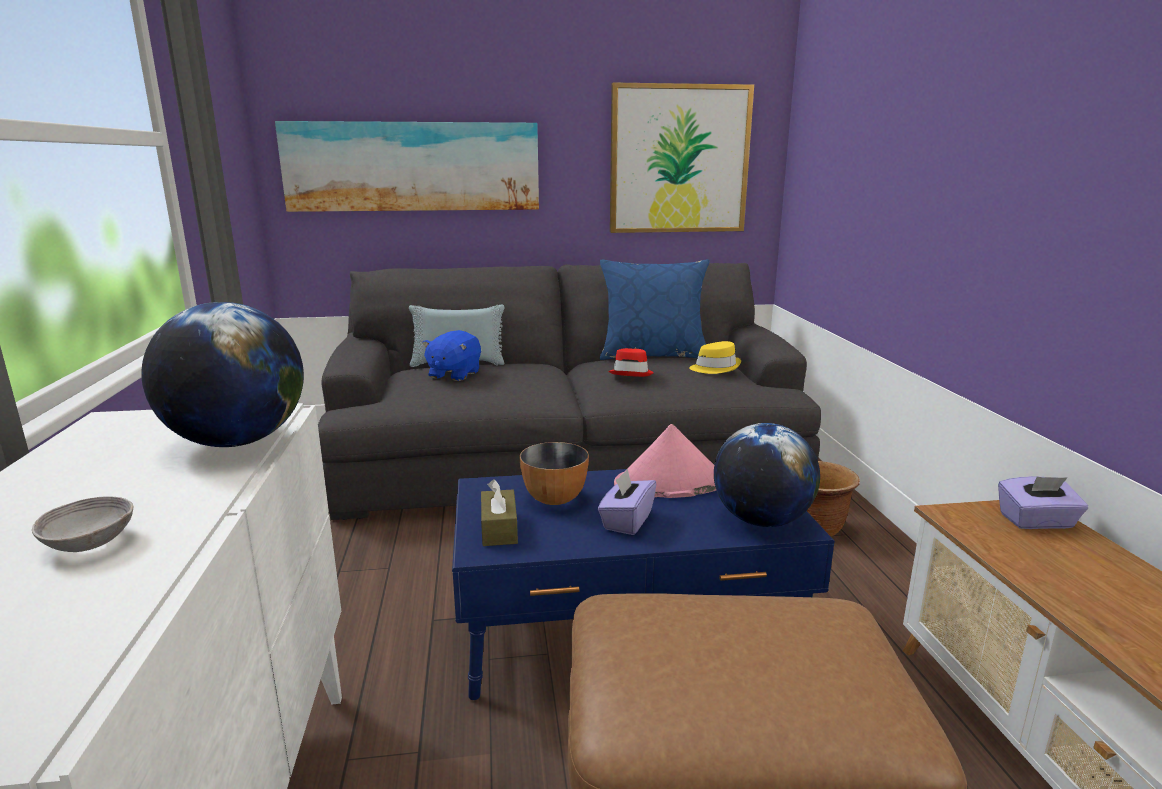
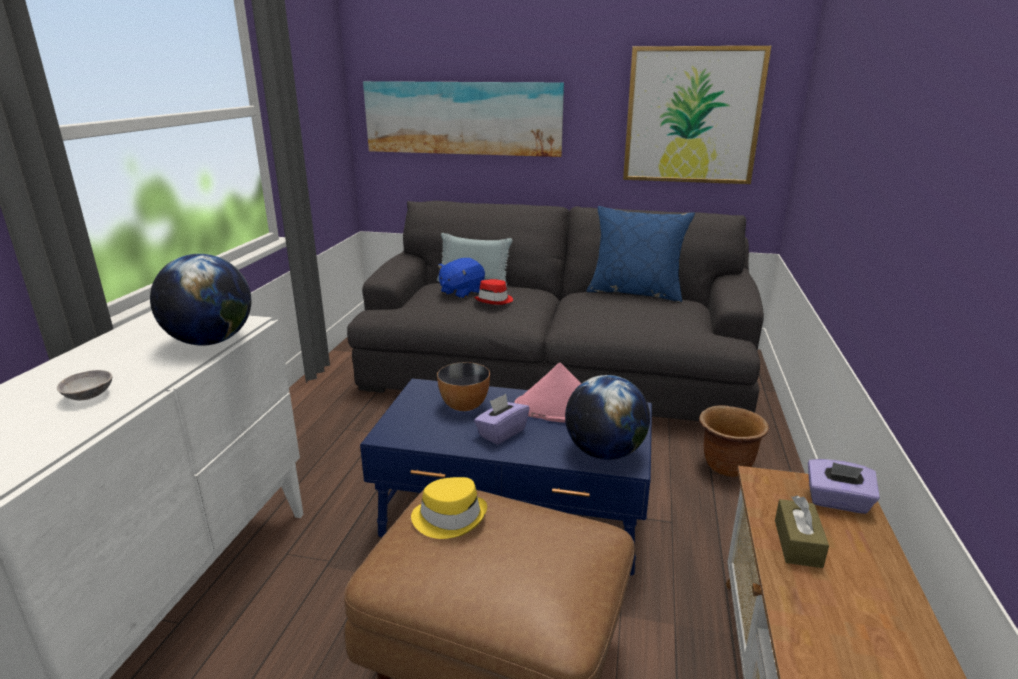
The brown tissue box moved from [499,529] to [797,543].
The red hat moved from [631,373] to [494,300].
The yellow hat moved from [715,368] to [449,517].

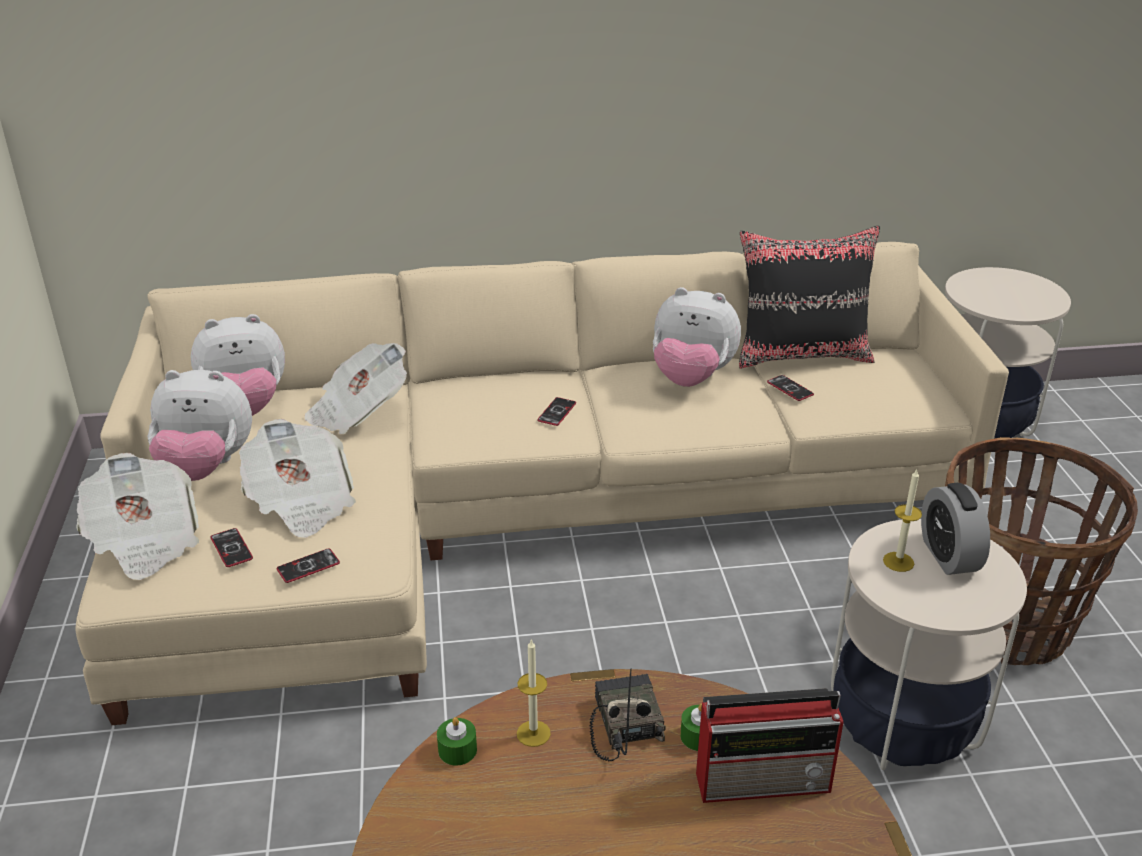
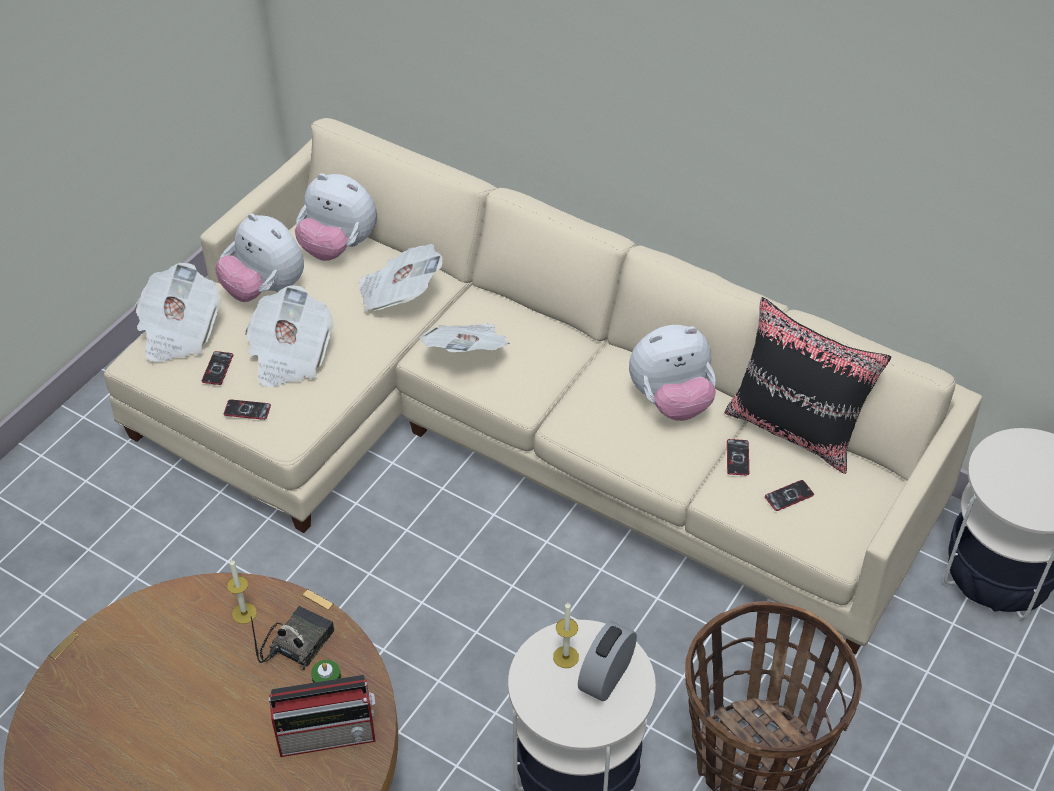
The green candle at [457,750] disappeared.
The phone moved from [557,412] to [789,496].
The plush toy at [691,378] turned 75 degrees counterclockwise.
The radio at [765,780] turned 45 degrees counterclockwise.
The newspaper at [467,354] appeared.

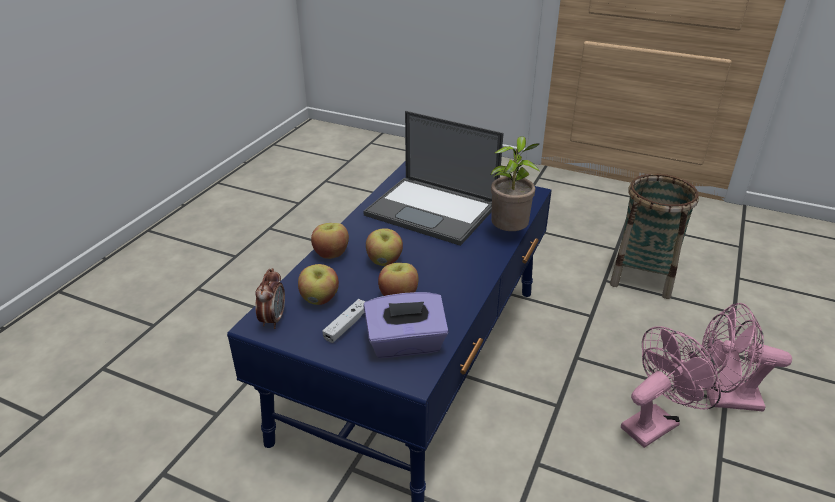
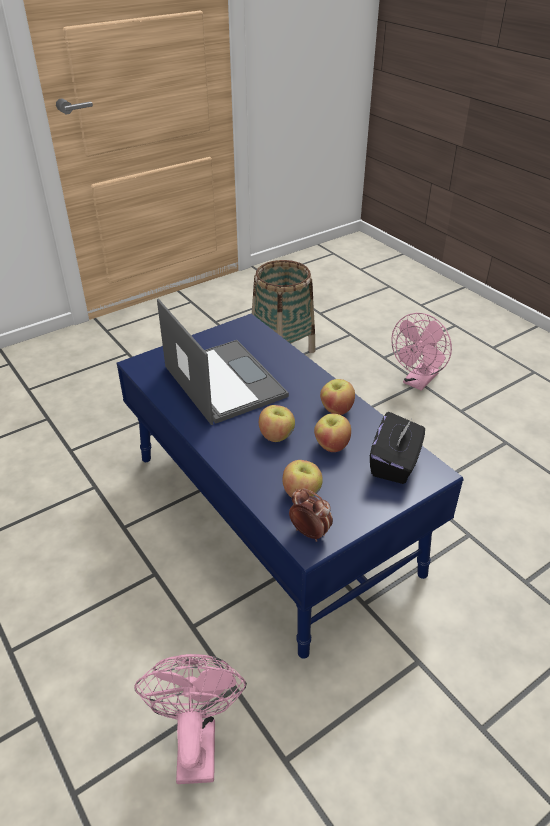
The apple moved from [331,253] to [336,409].
The white game controller at [347,325] disappeared.
The laptop at [433,210] turned 90 degrees counterclockwise.
The purple tissue box at [406,344] became the black tissue box at [395,463].
The potted plant at [509,233] disappeared.
The pink fan moved from [655,422] to [195,740].

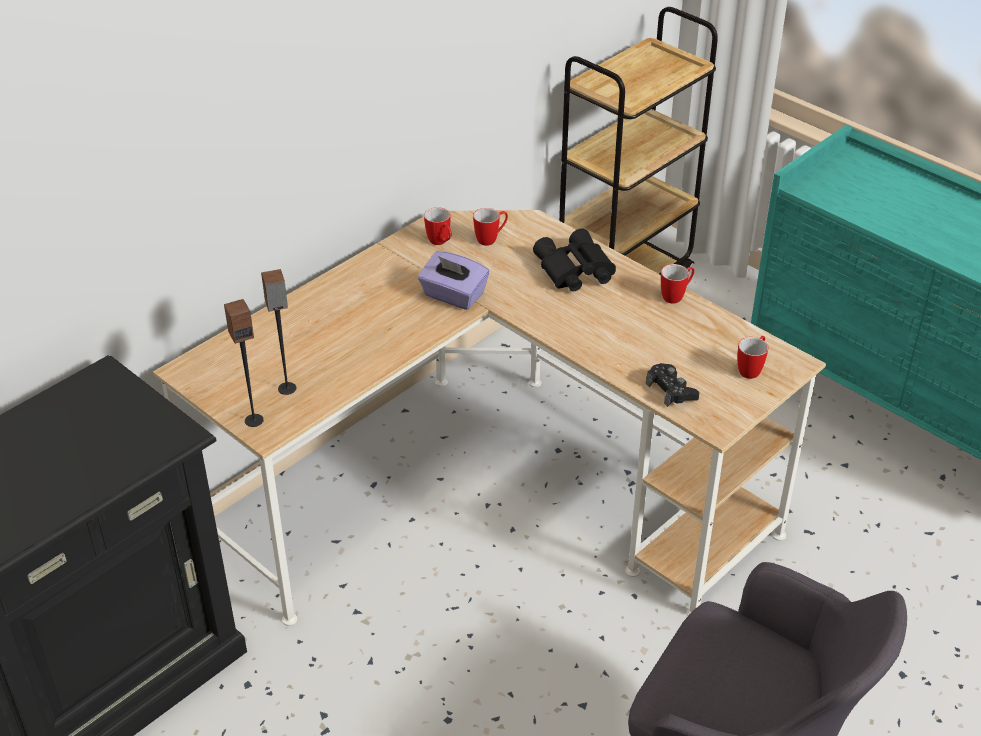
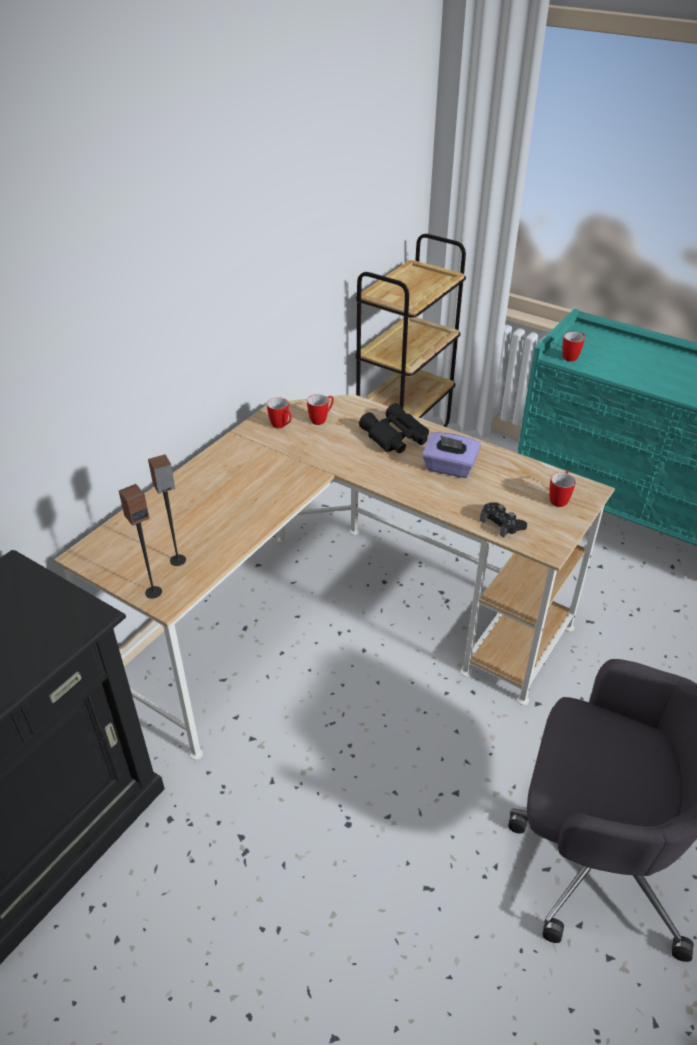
The purple tissue box moved from [453,296] to [449,468].
The mug moved from [676,296] to [572,356].

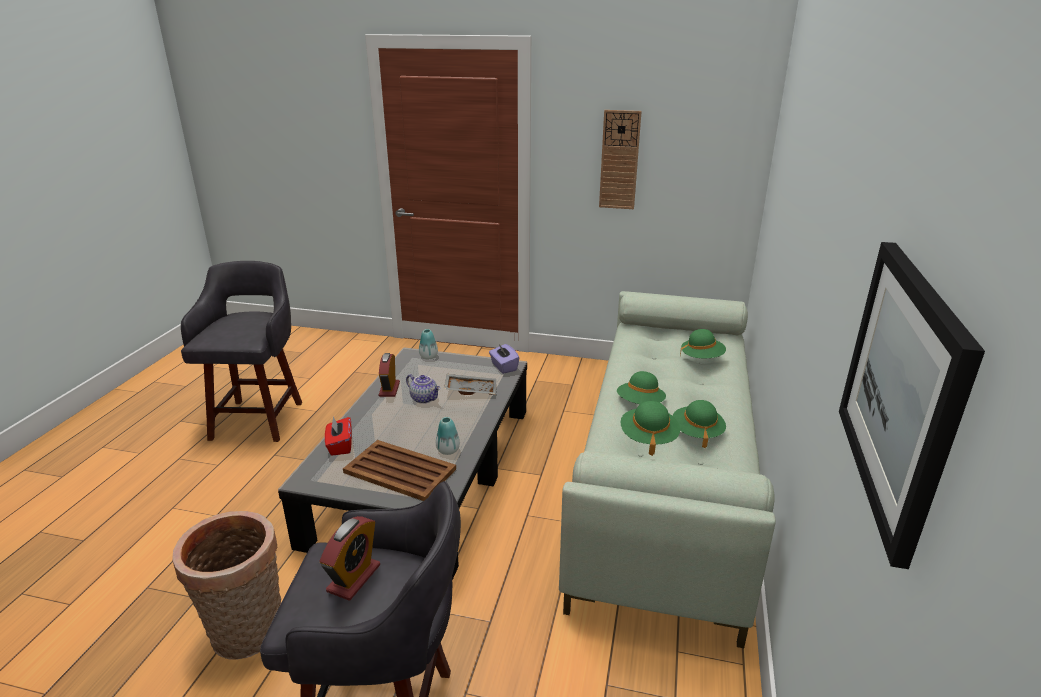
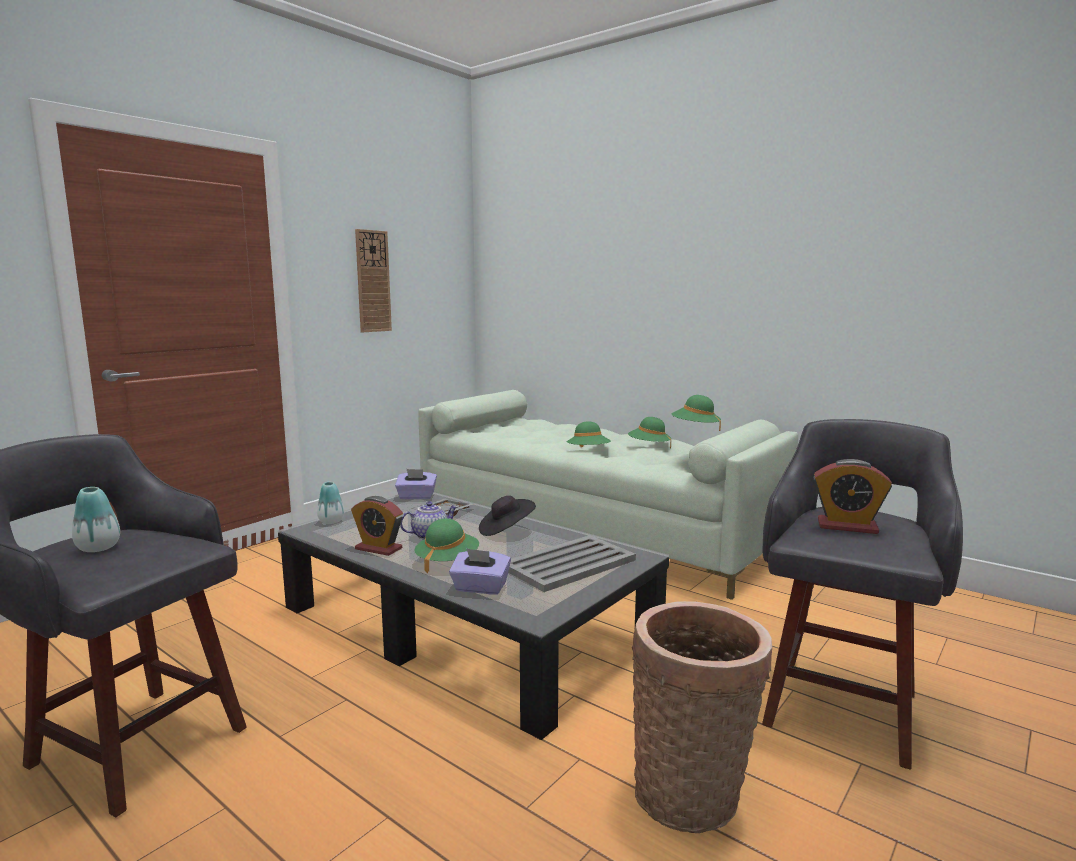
The alarm clock at [354,578] turned 150 degrees clockwise.
The red tissue box at [340,446] became the purple tissue box at [480,588].
The brown tray at [400,471] became the grey tray at [570,564].
The vase moved from [448,450] to [98,548].
The green hat moved from [702,358] to [447,561].
The picture at [901,389] disappeared.
The black hat at [506,530] appeared.

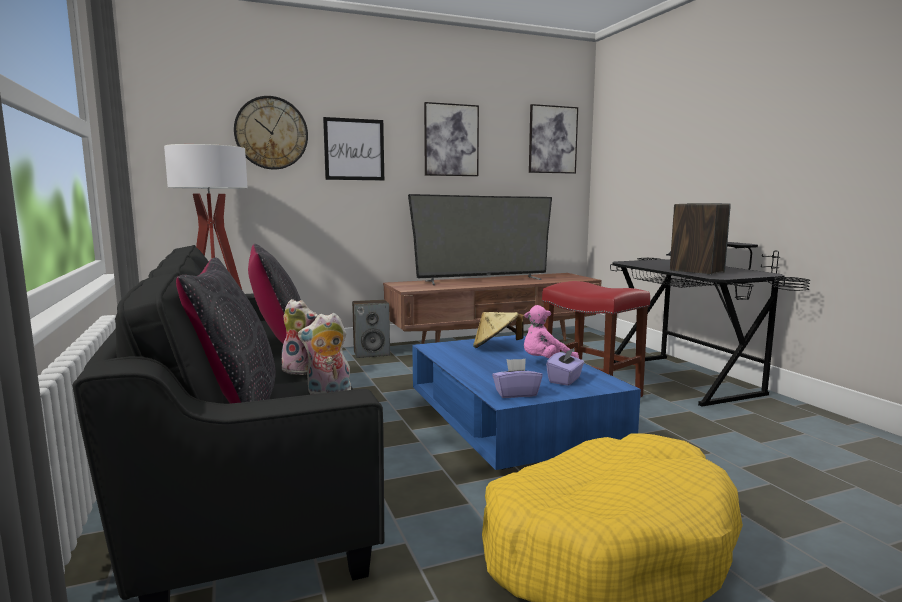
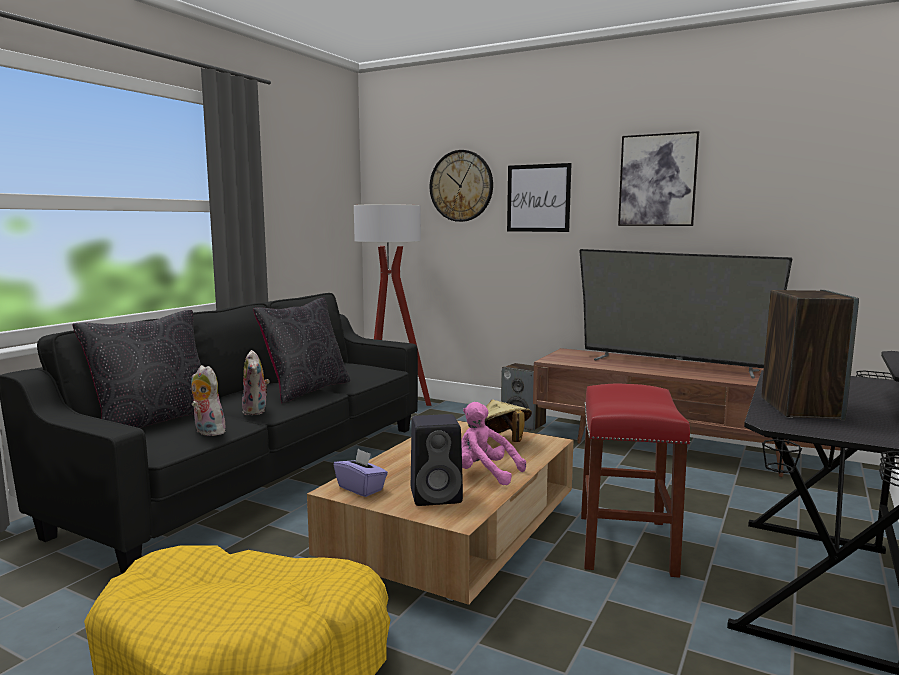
The blue coffee table at [510,425] became the brown coffee table at [454,534].
The picture at [552,139] disappeared.
The purple tissue box at [565,380] was replaced by the black speaker at [438,496].

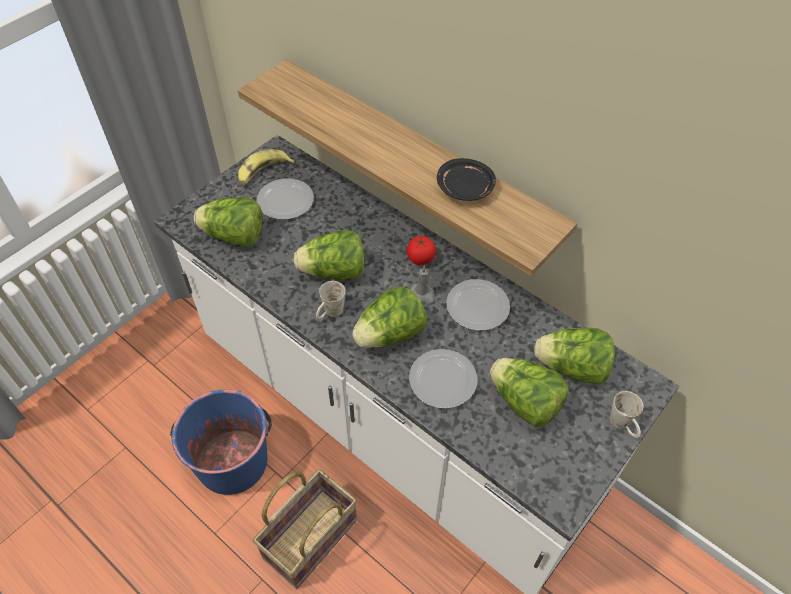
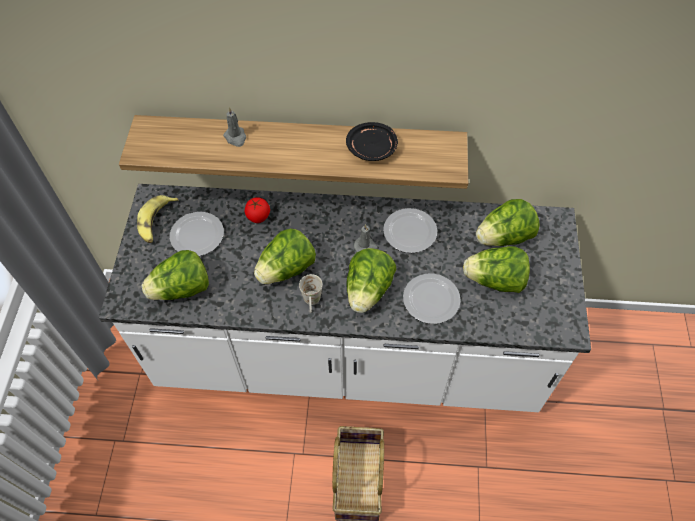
The blue bucket at [232,461] disappeared.
The tomato moved from [420,258] to [258,216].
The white mug at [623,426] disappeared.
The grey candle at [236,137] appeared.

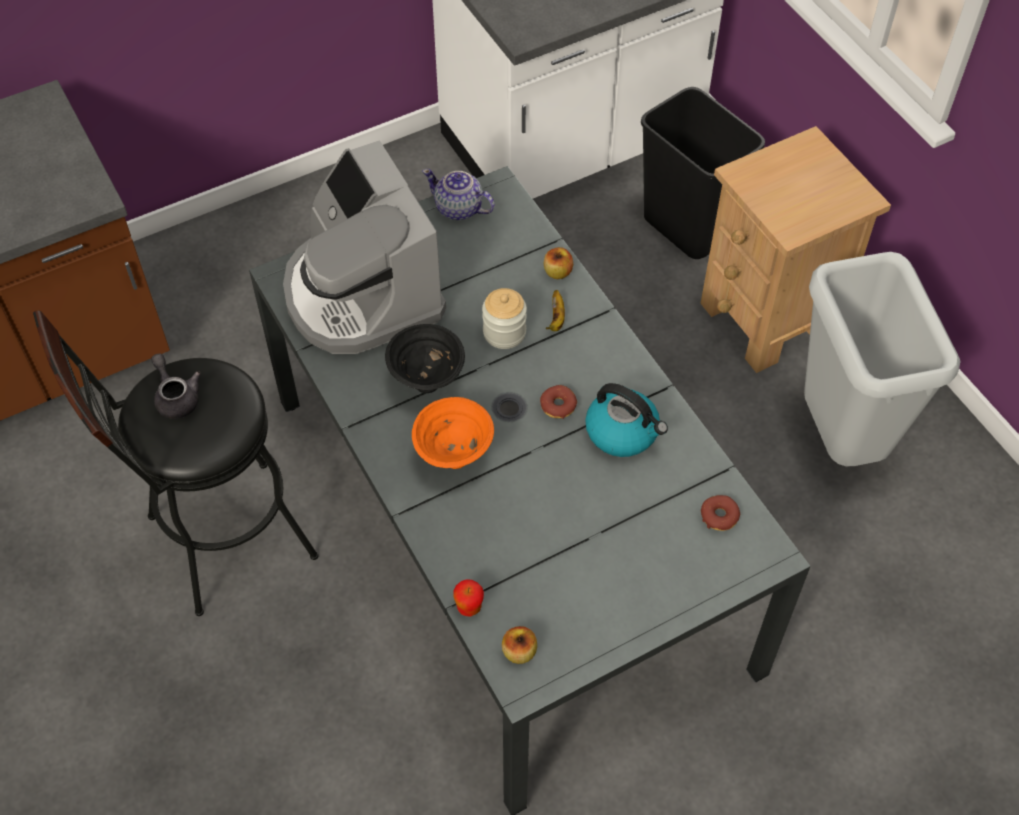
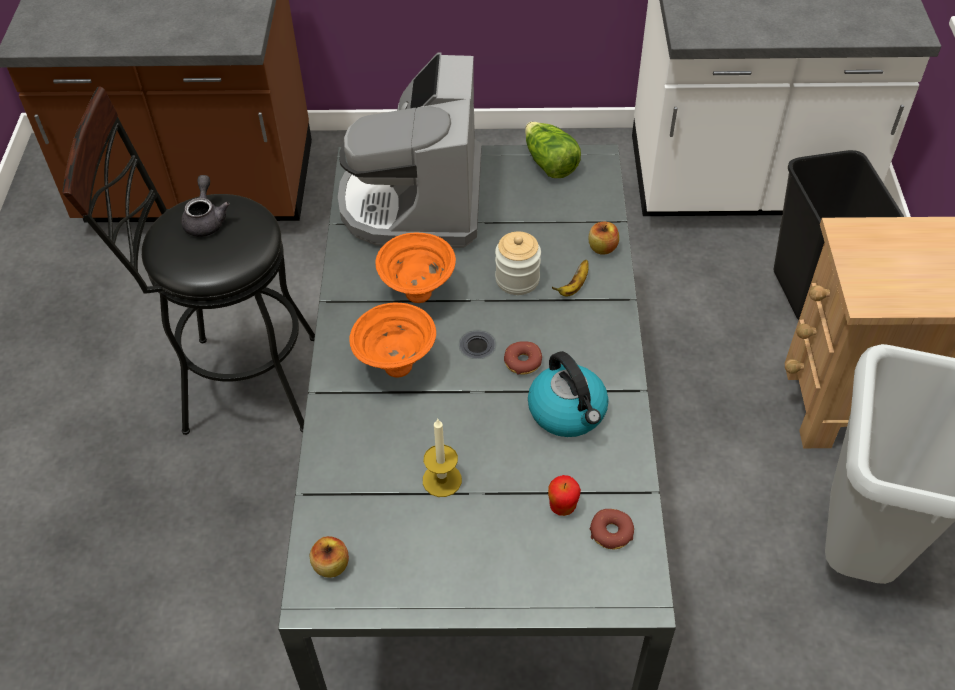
The black bowl at [428,384] became the orange bowl at [419,295].
The teapot at [459,209] was replaced by the lettuce at [549,163].
The apple moved from [469,607] to [562,507].
The candle at [442,480] appeared.

